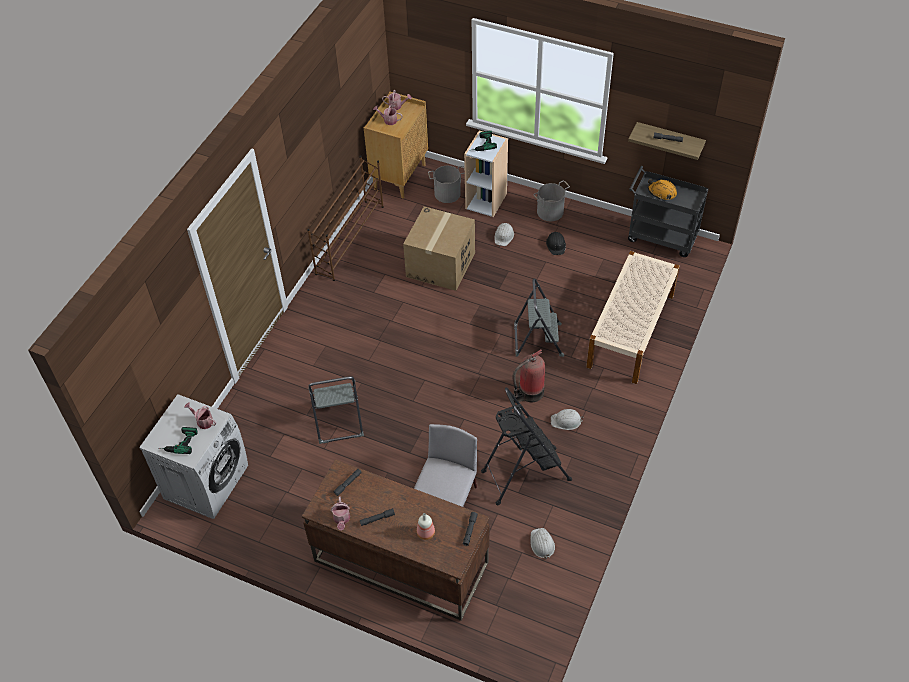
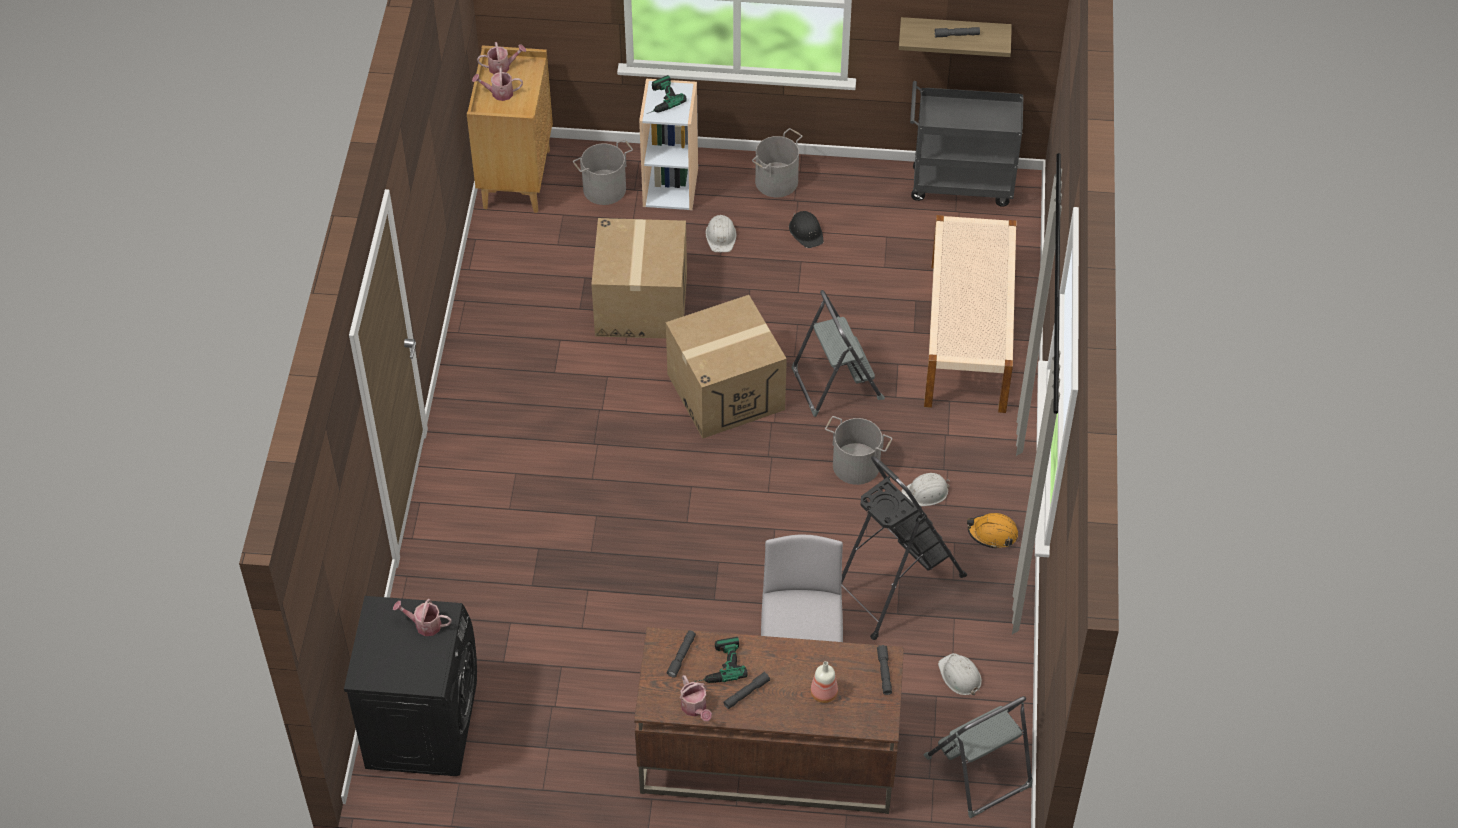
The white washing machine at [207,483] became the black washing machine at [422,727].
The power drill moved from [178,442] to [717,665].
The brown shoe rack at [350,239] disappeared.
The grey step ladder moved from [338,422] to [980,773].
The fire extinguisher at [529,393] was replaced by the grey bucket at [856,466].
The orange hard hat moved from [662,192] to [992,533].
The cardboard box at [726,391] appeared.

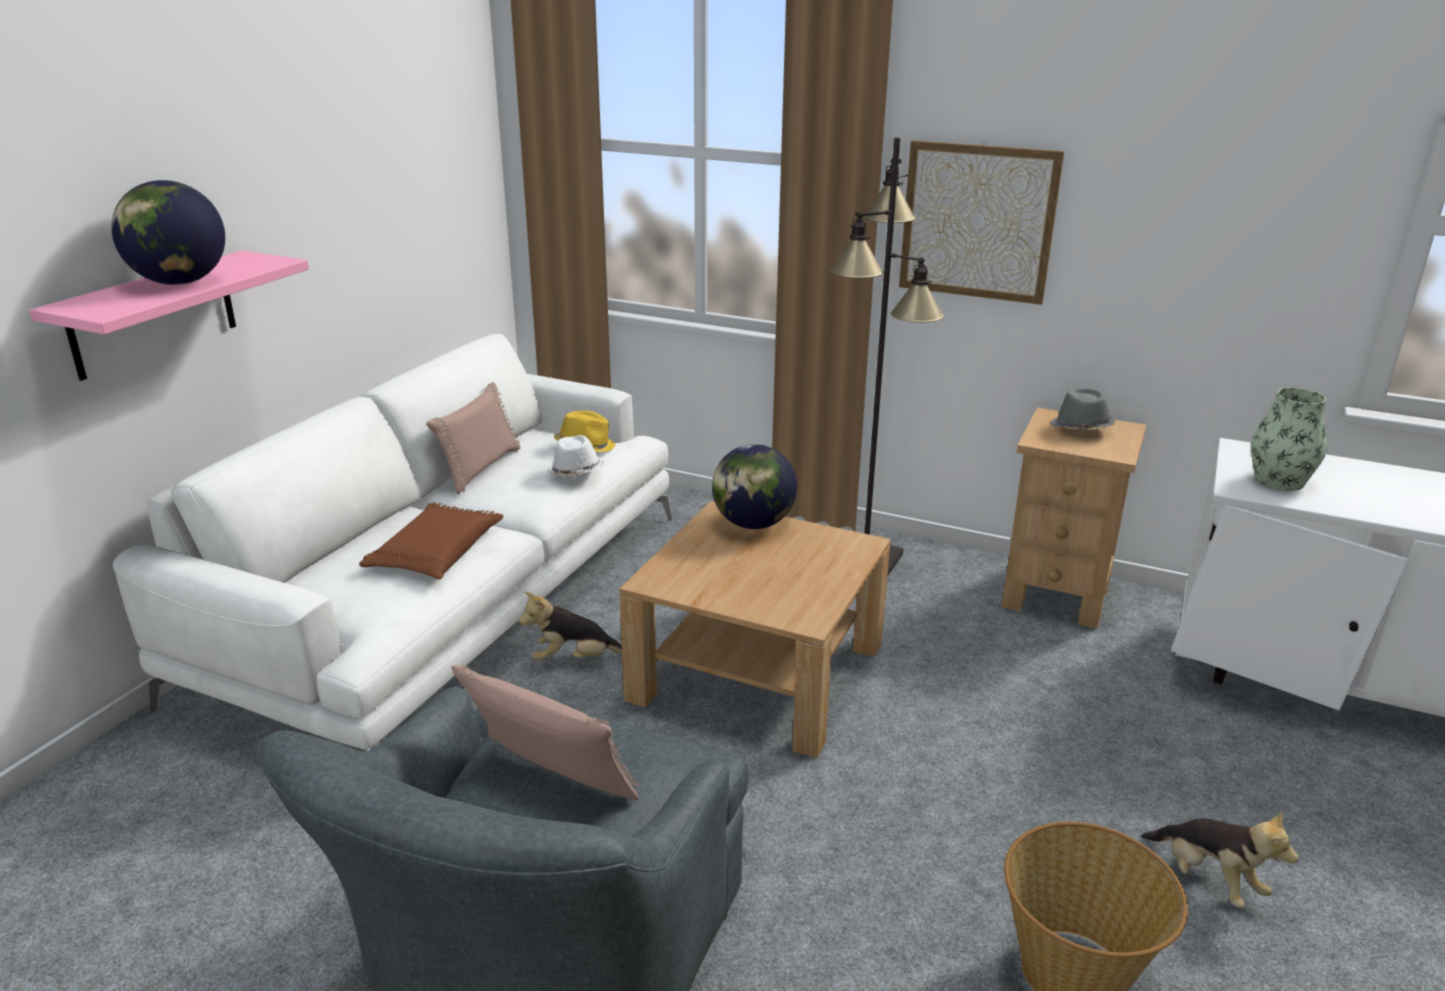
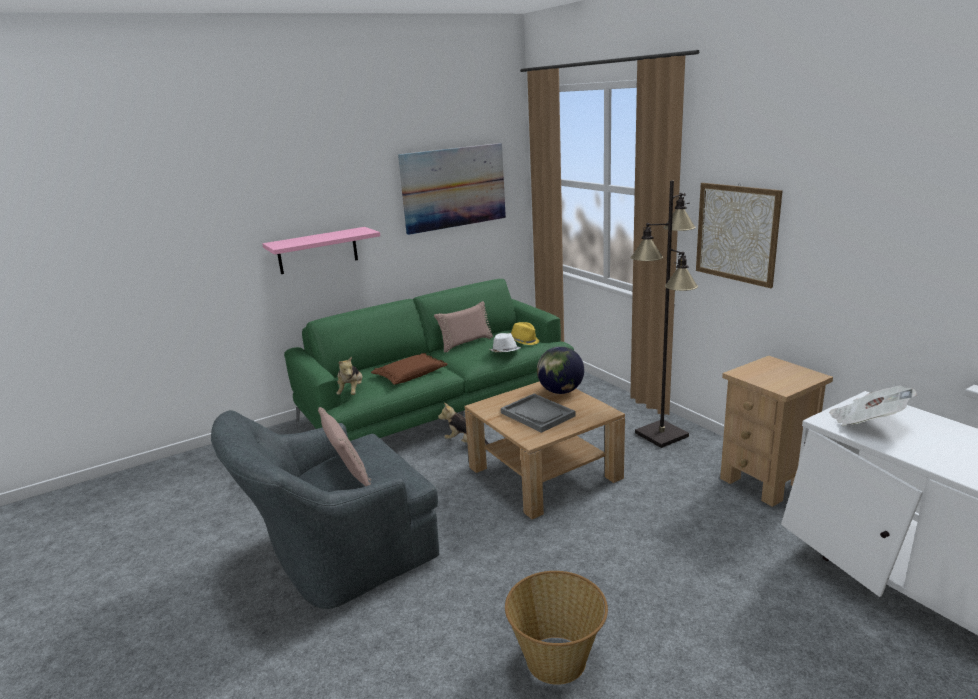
The globe at [179,282] disappeared.
The white sofa at [448,600] became the green sofa at [438,405].
The grey hat at [1080,428] disappeared.
The plush toy moved from [1208,880] to [351,392].
The vase at [1279,480] was replaced by the newspaper at [867,422].
The picture at [453,187] appeared.
The grey tray at [538,414] appeared.

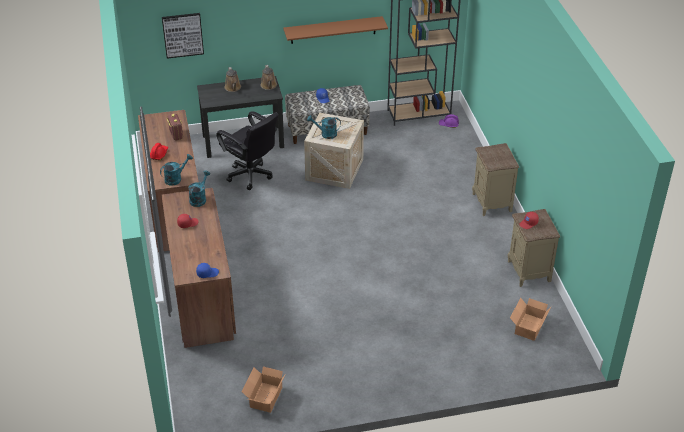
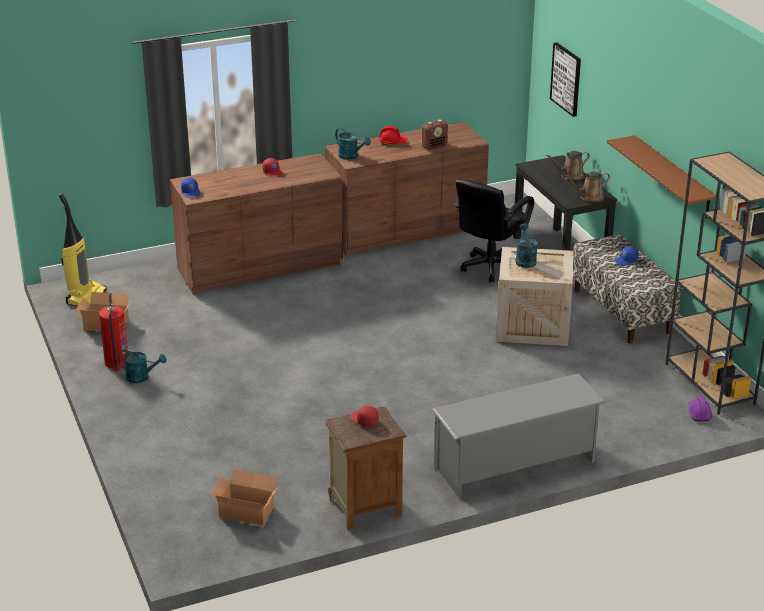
The turquoise watering can moved from [199,199] to [142,377].
The beige nightstand at [491,203] was replaced by the grey shoe rack at [515,465].
The vacuum cleaner at [86,297] appeared.
The fire extinguisher at [116,362] appeared.

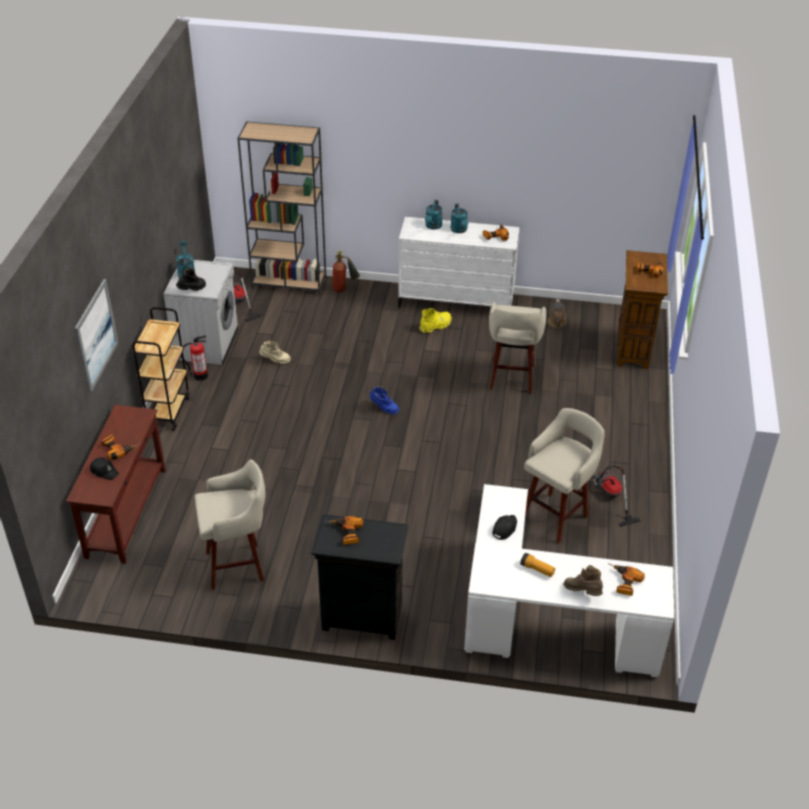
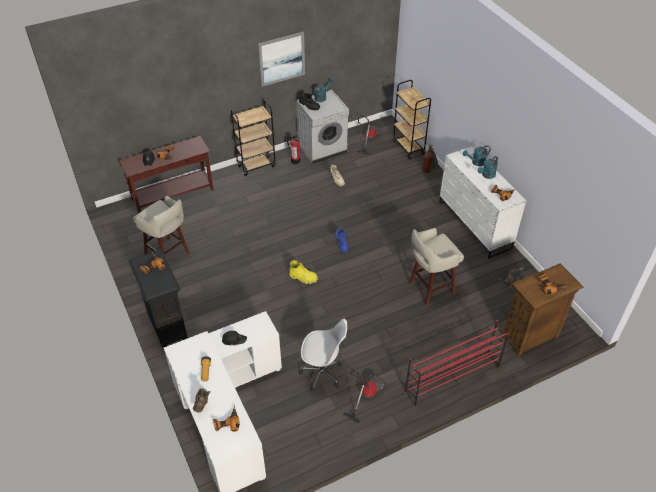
The picture moved from [96,335] to [282,59].
The bookcase at [289,282] was replaced by the brown cart at [409,148].
The yellow boot moved from [436,326] to [303,278].
The beige stool at [556,516] was replaced by the white office chair at [323,375].
The red shoe rack at [451,379] appeared.

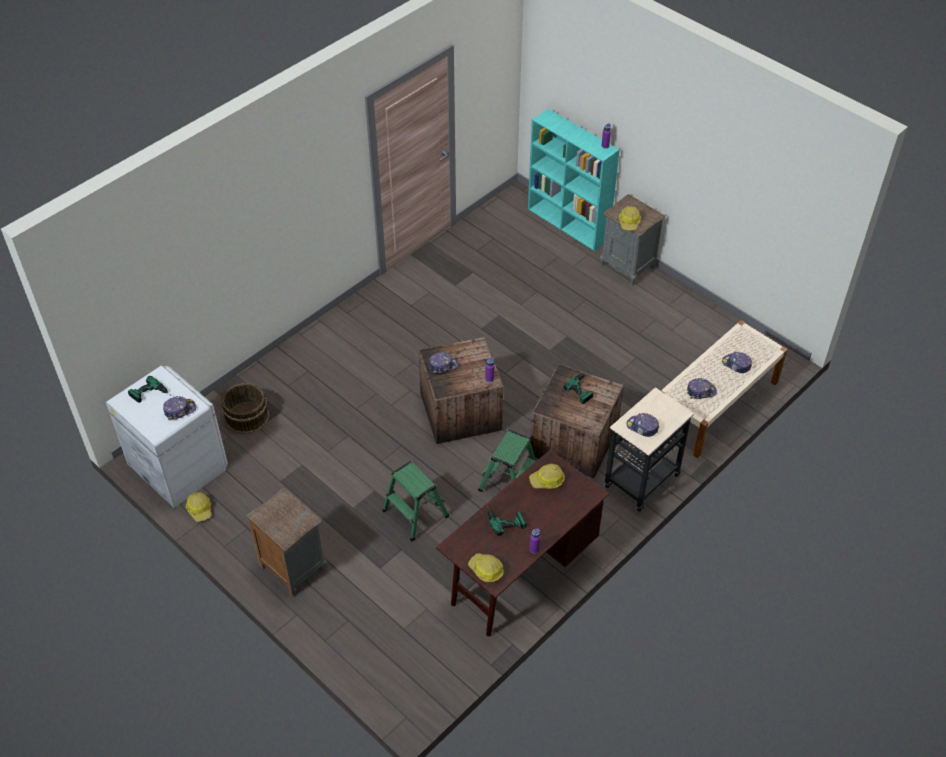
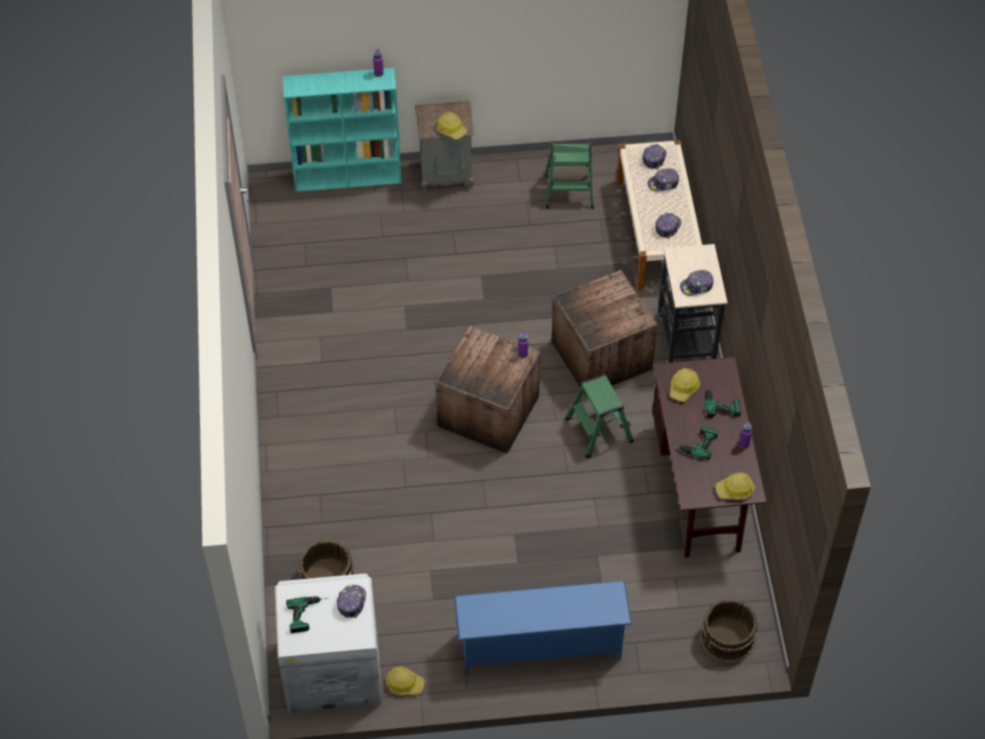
The grey nightstand at [294,566] was replaced by the blue shoe rack at [540,648].
The green step ladder moved from [415,513] to [568,190].
The cap moved from [443,365] to [654,158].
The power drill moved from [584,387] to [721,401].
The brown bucket at [727,639] appeared.

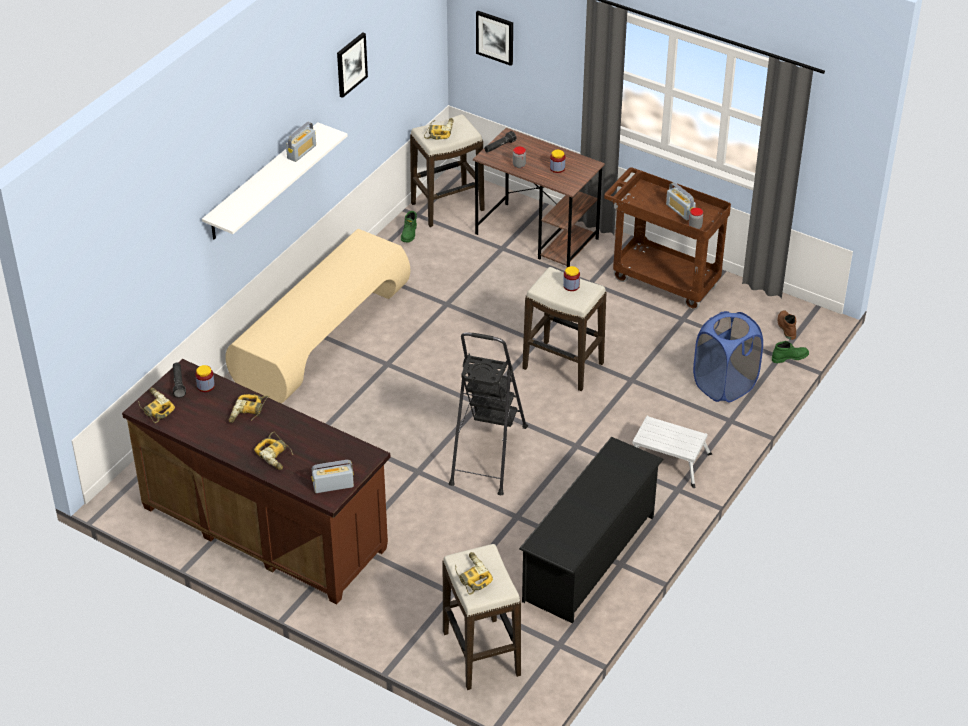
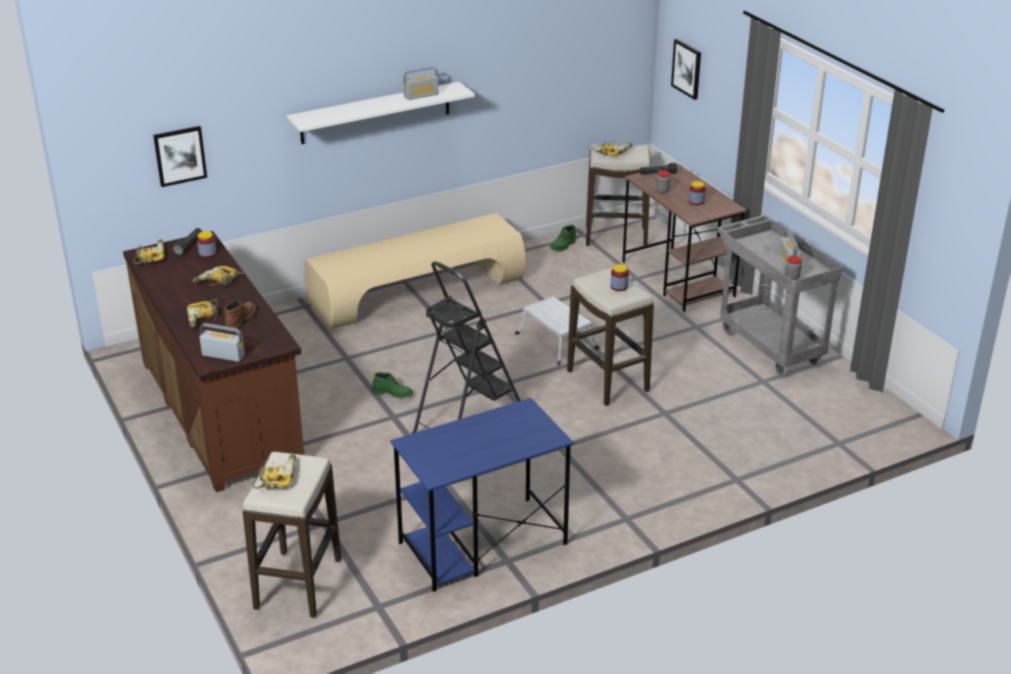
The picture moved from [351,64] to [180,155].
The black shoe rack at [589,558] was replaced by the blue desk at [481,544].
The brown cart at [660,282] became the grey cart at [766,347].
The white step ladder moved from [668,460] to [557,341].
The blue laundry basket at [724,385] disappeared.
The green boot moved from [789,357] to [393,393].
The brown boot moved from [786,327] to [240,320].

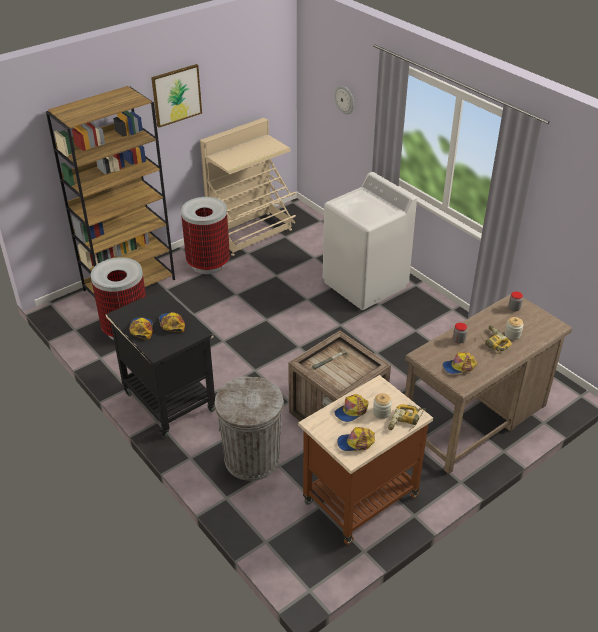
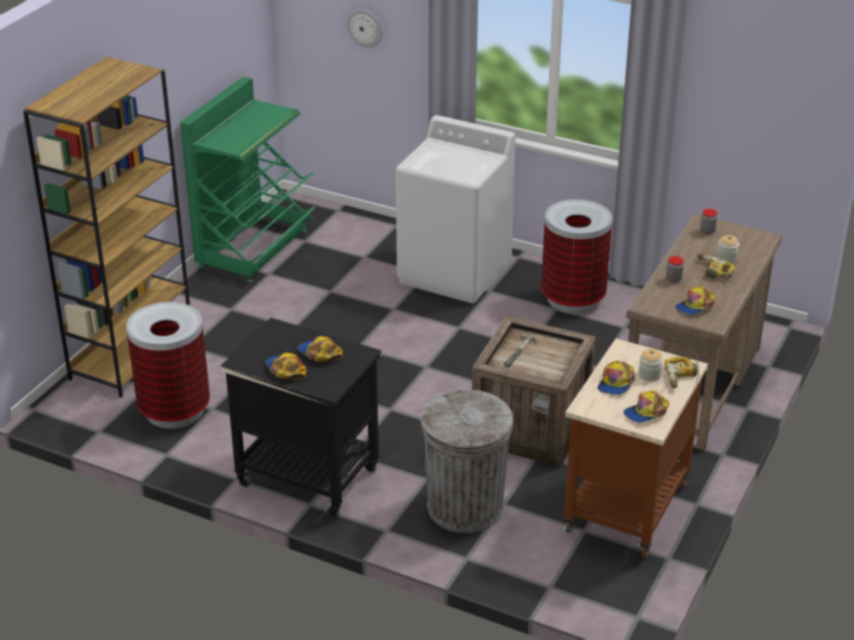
The picture at [176,95] disappeared.
The trash can moved from [208,263] to [573,299].
The beige shoe rack at [252,234] became the green shoe rack at [257,249].

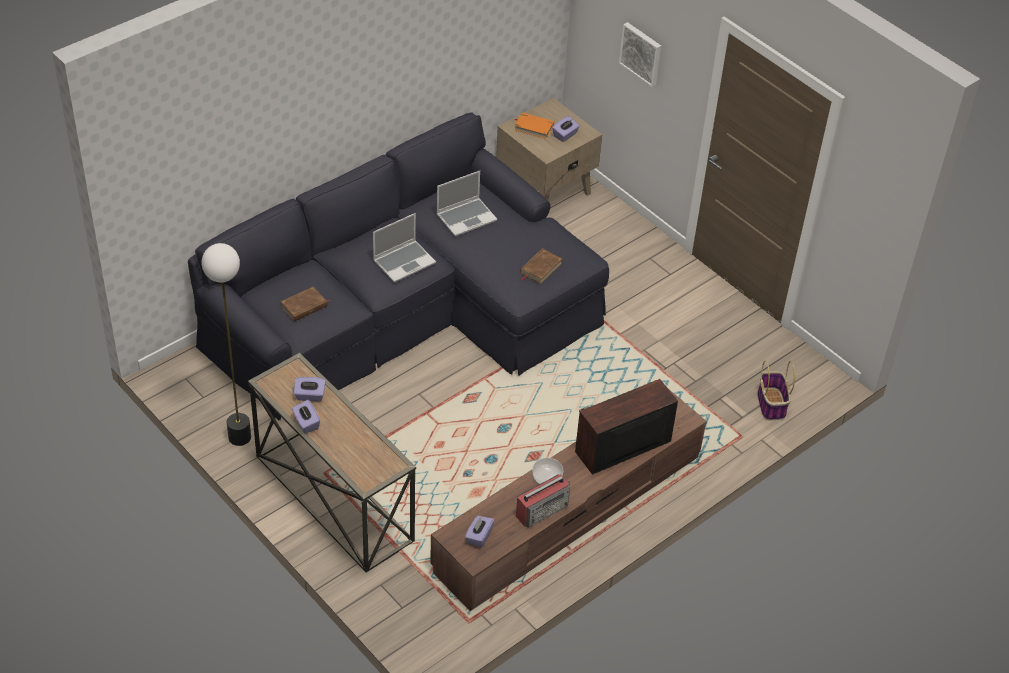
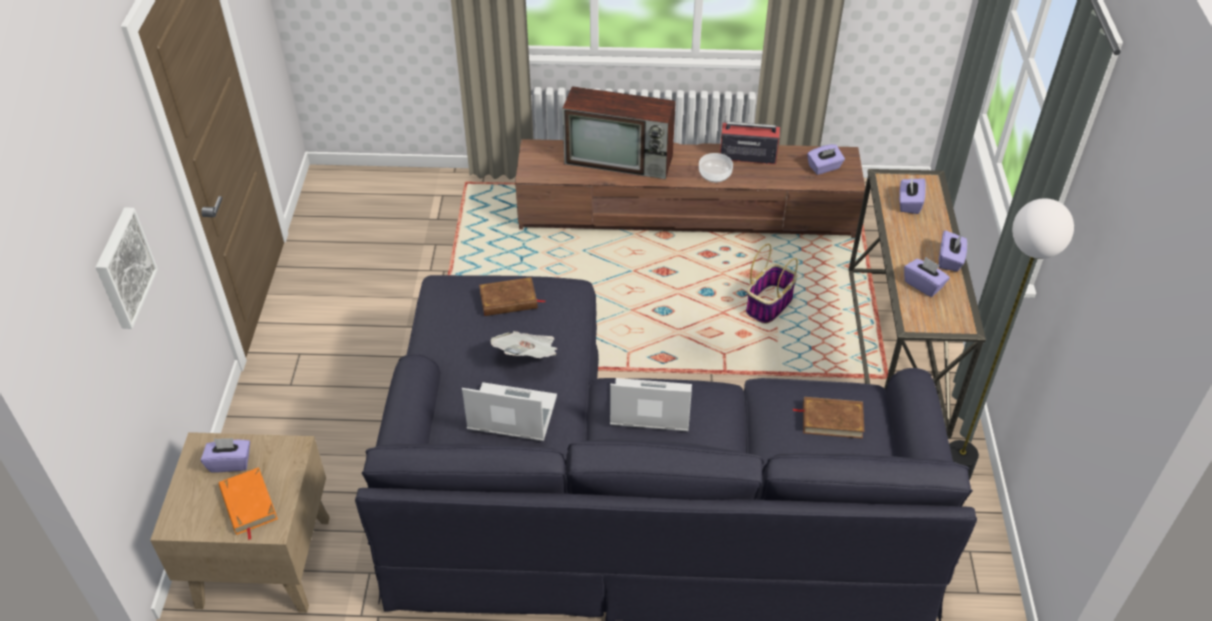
The basket moved from [771,405] to [769,304].
The newspaper at [528,356] appeared.
The purple tissue box at [909,203] appeared.

